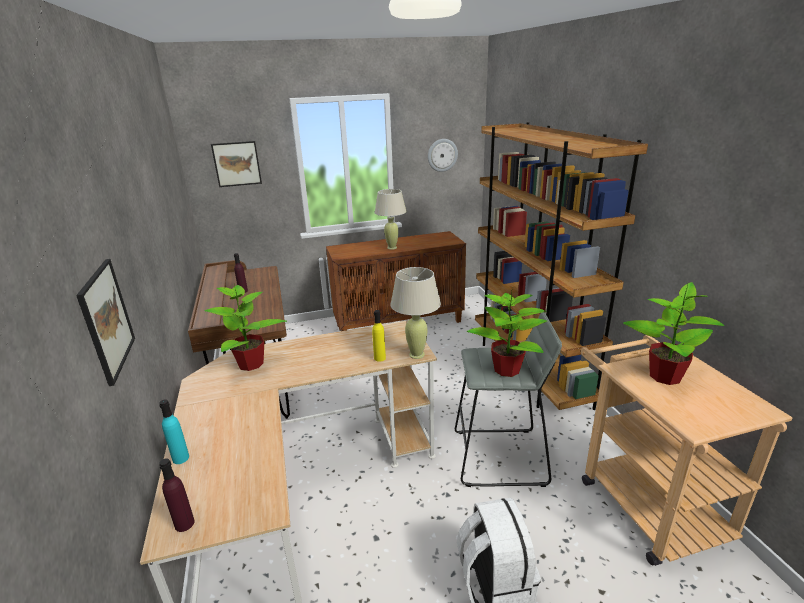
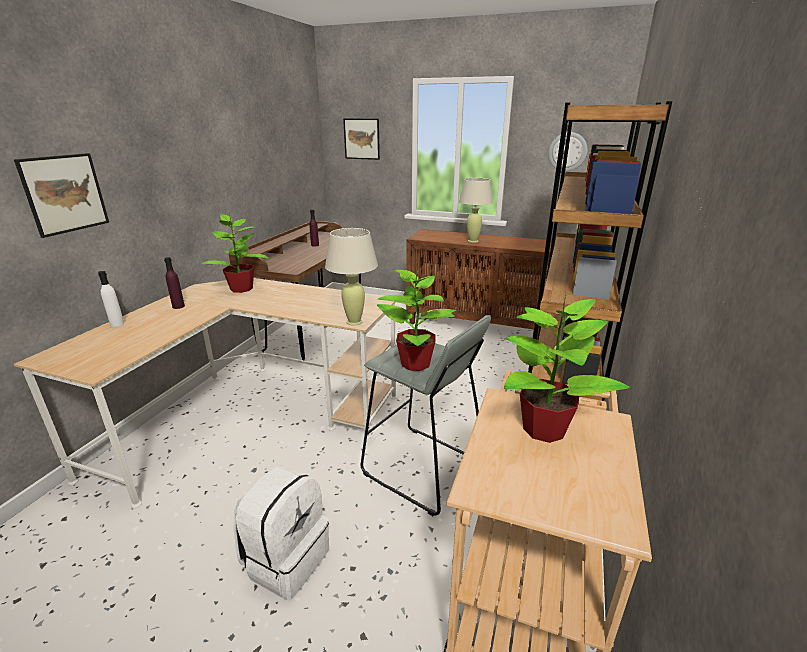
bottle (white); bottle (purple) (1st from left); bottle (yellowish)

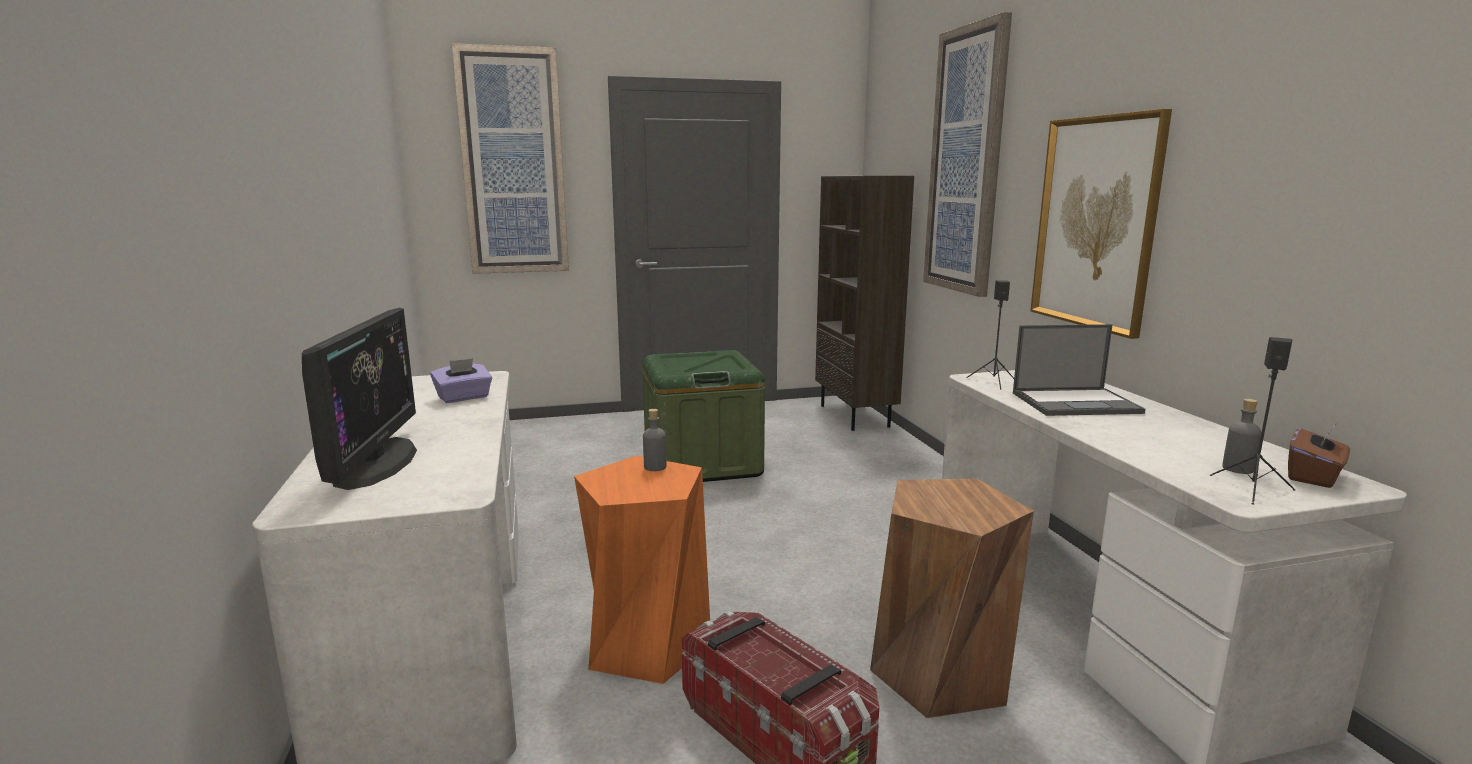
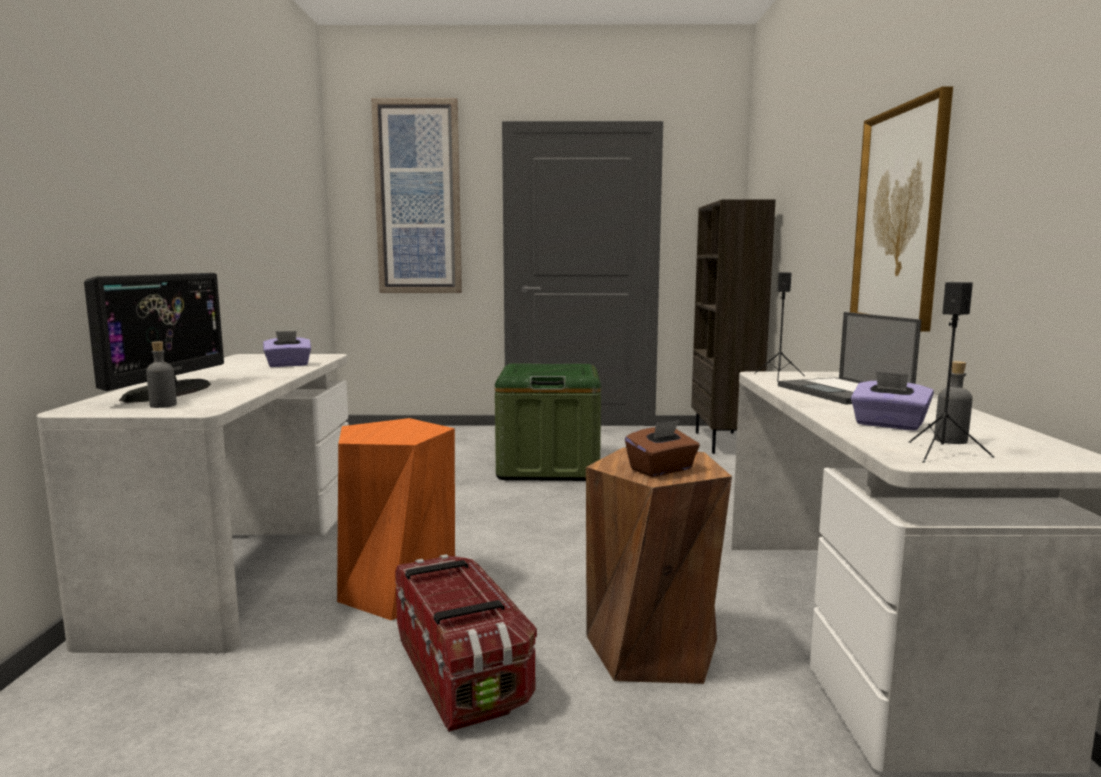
bottle (greyish) (1st from left); box of tissues (brownish); laptop; box of tissues (purple) (2nd from left); picture (2nd from left in the first image)

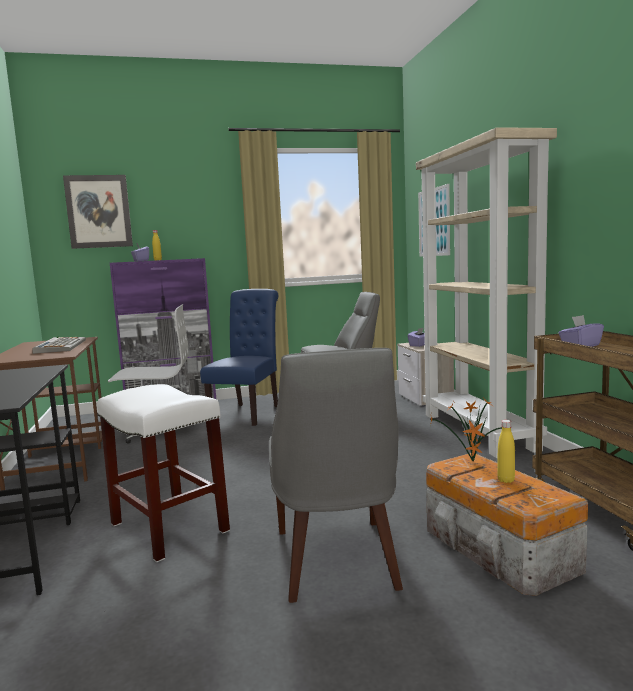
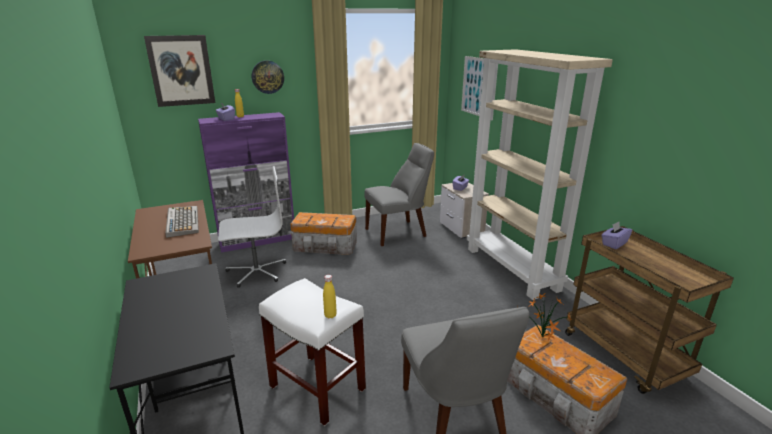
hanging clock; storage box (1st from left); bottle (yellowish) (2nd from left)

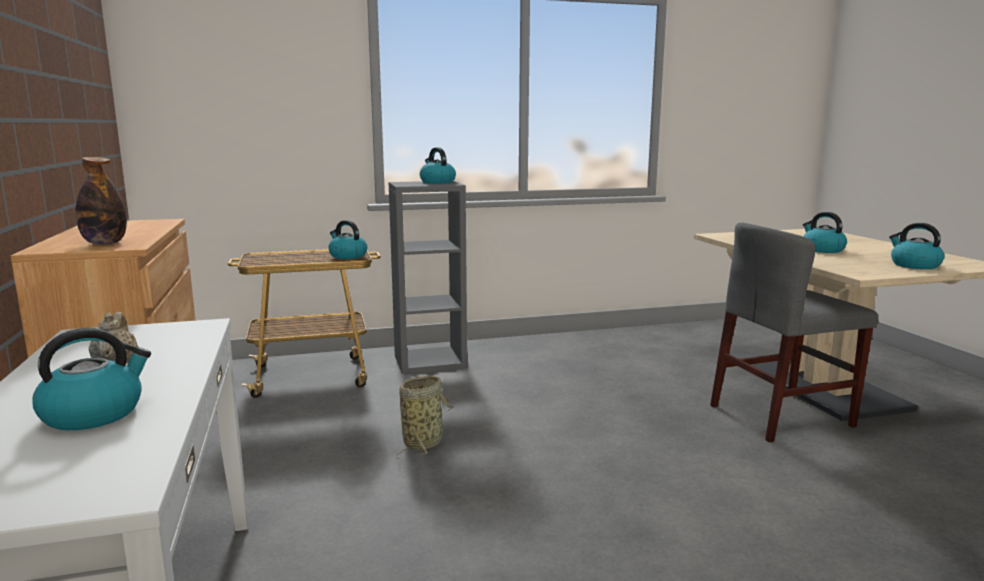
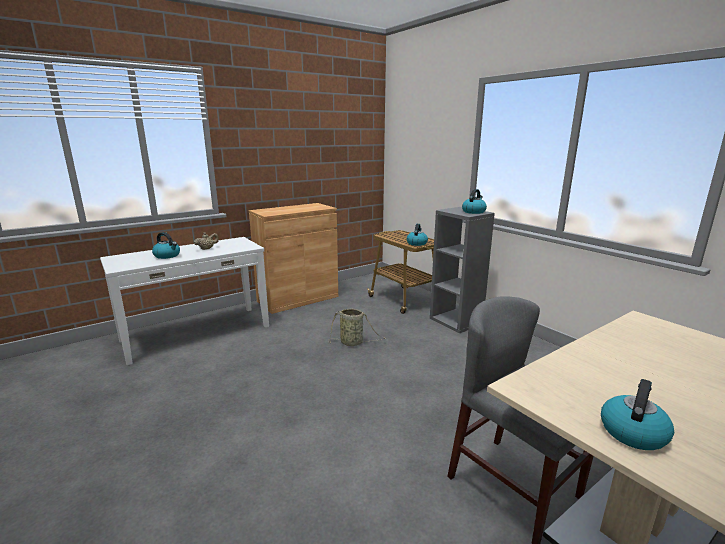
bottle; water kettle (4th from left in the first image)

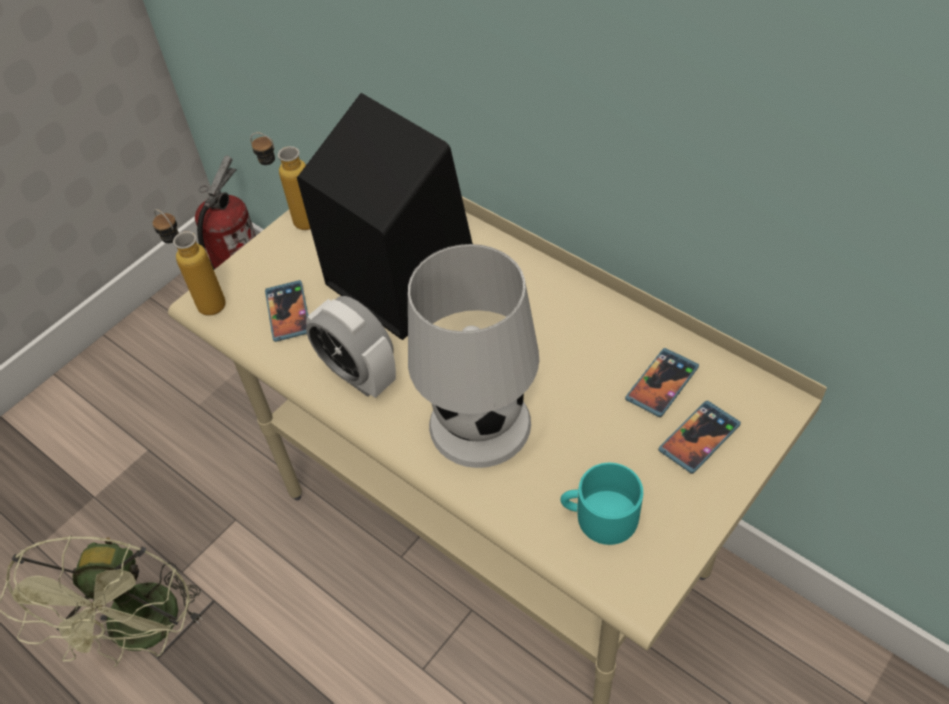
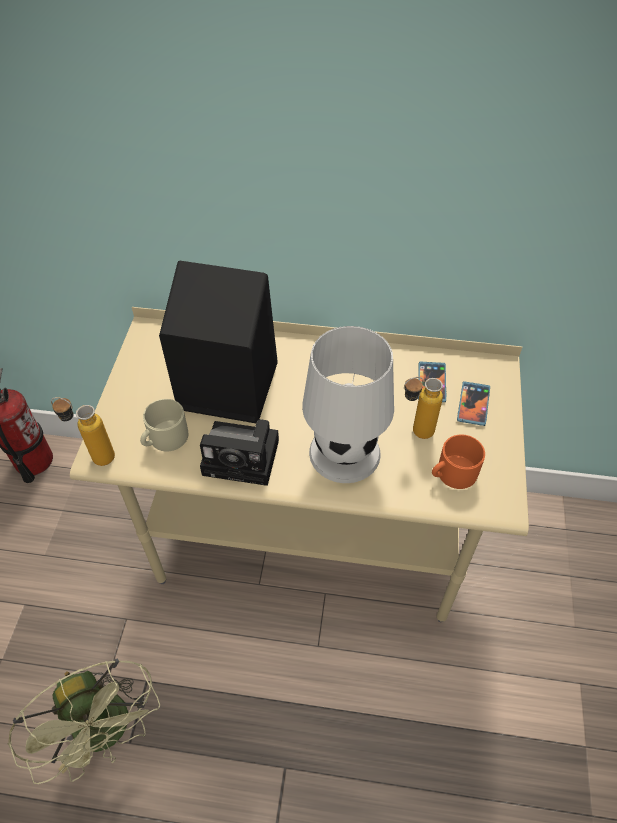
coffee mug (sand-coloured); photo camera; bottle (2nd from left); coffee mug (orange-coloured)

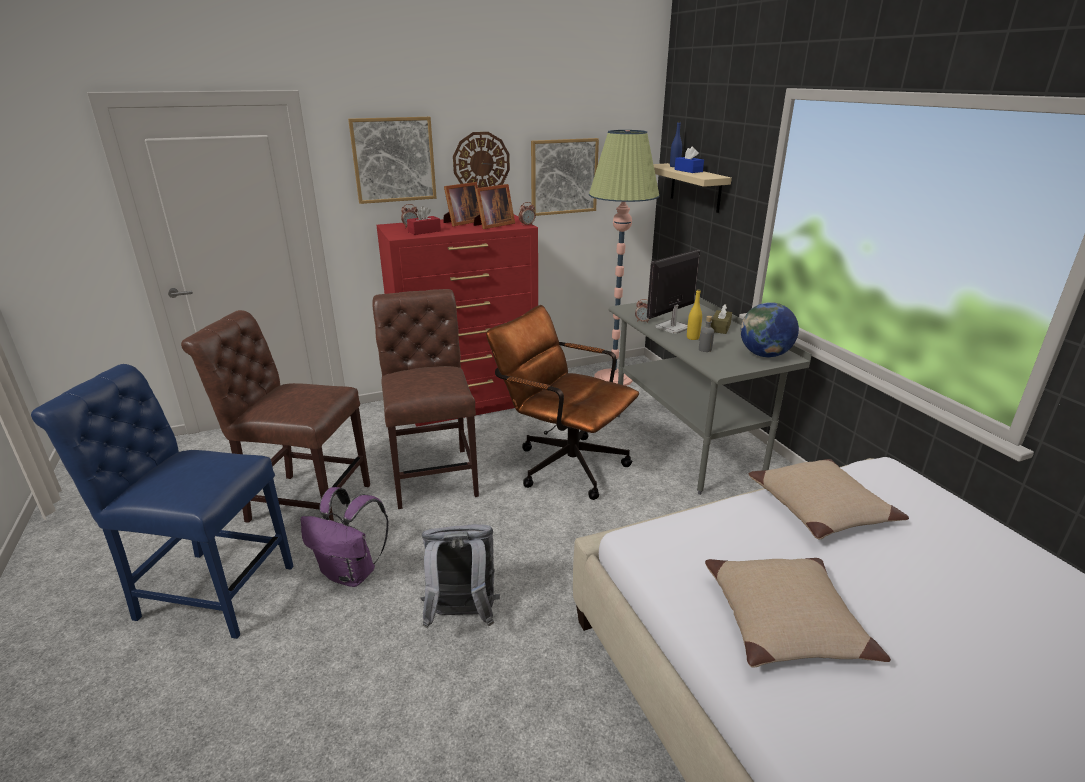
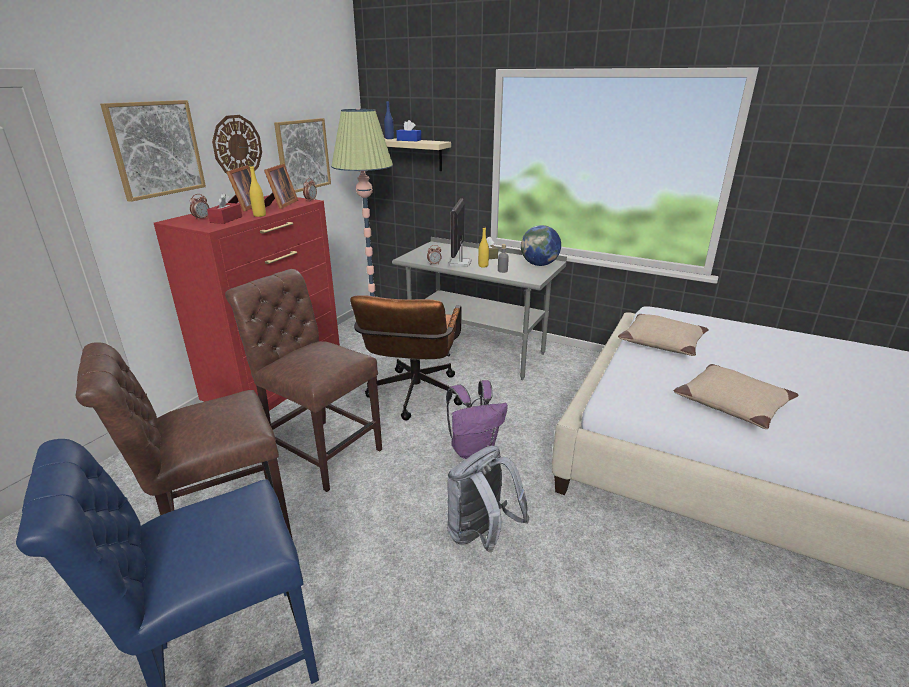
bottle (yellowish) (1st from left); desk chair (brownish); rucksack (purple)

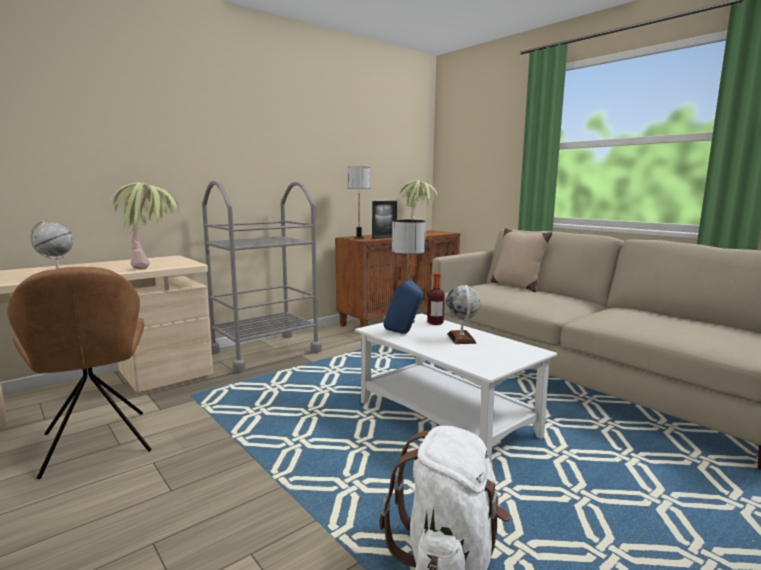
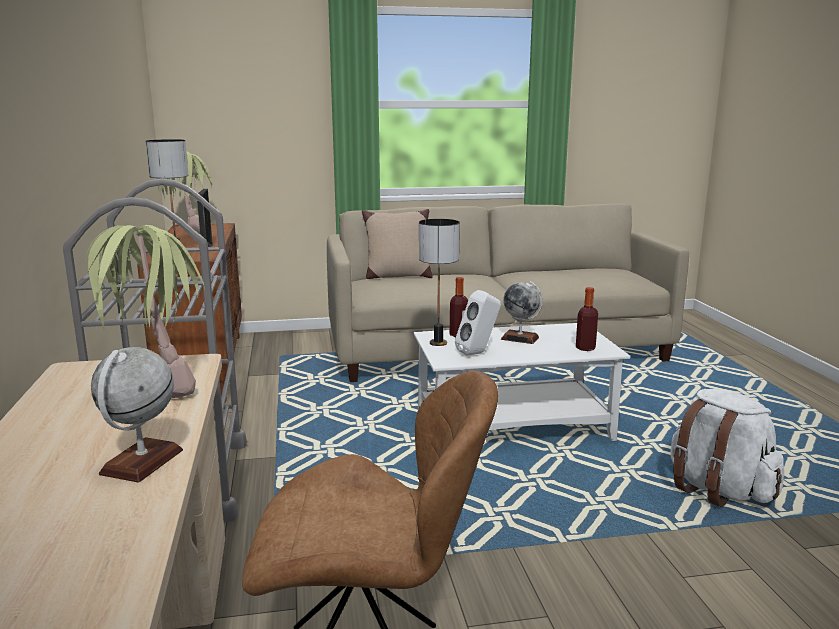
speaker (white); bottle (2nd from left)

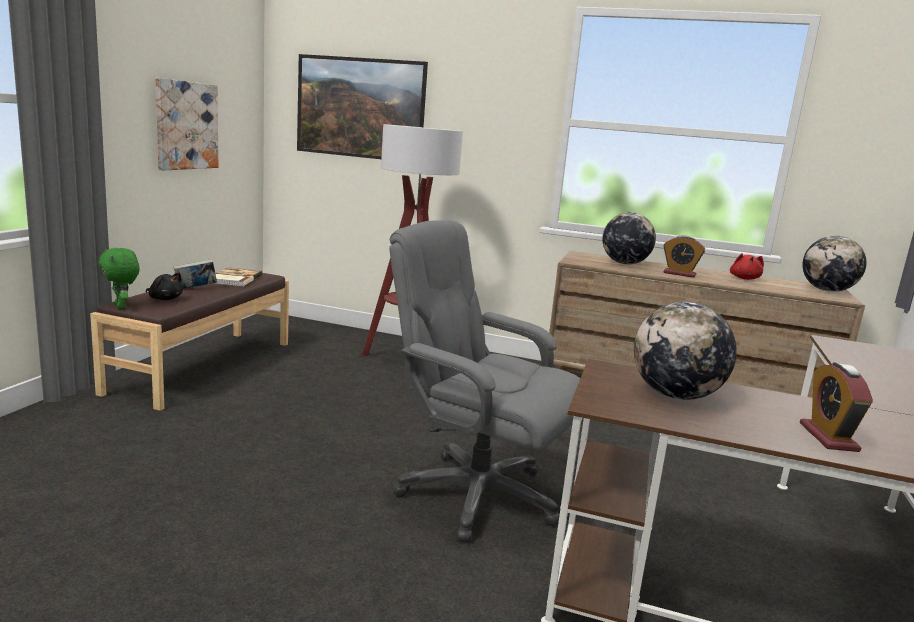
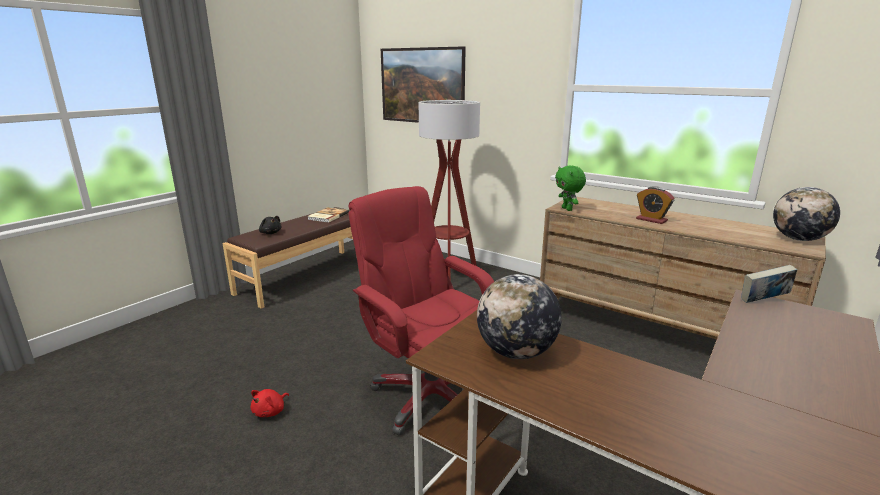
soft toy (red-coloured); desk chair (red-coloured); soft toy (green); volume (2nd from left); picture (1st from left in the first image); desk globe (1st from left in the first image); alarm clock (2nd from left in the first image)

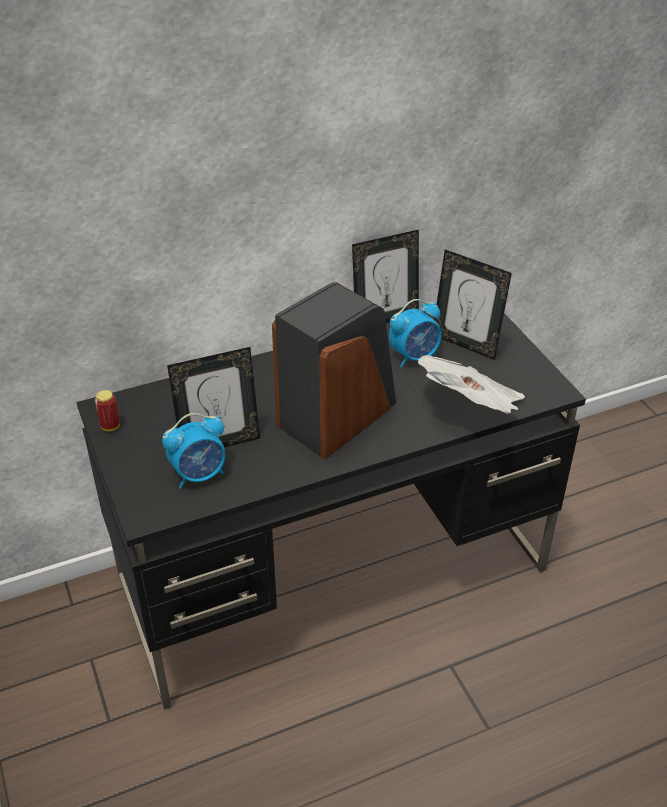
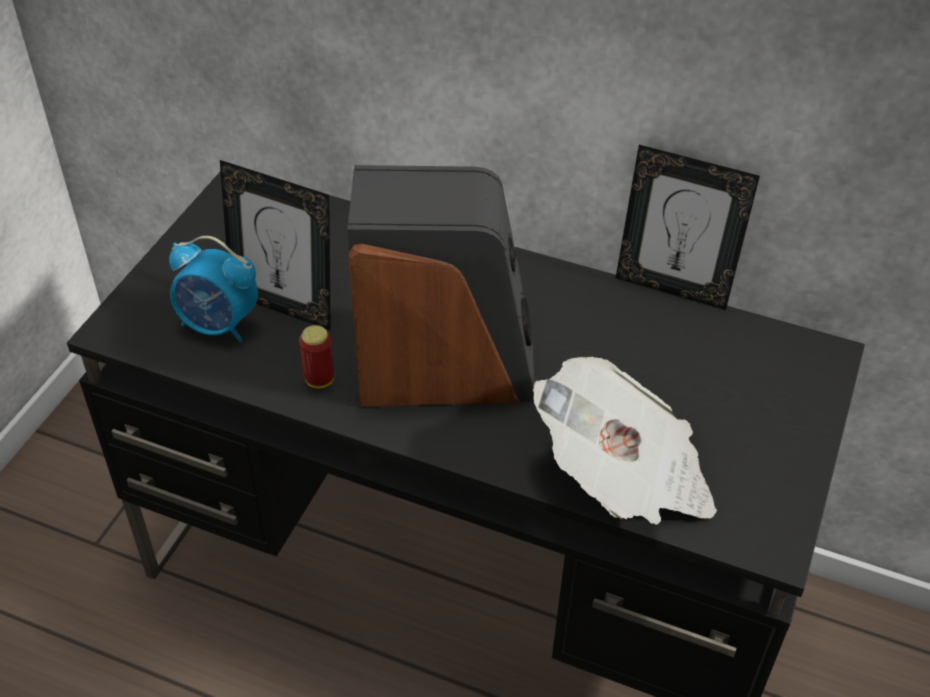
metal can; alarm clock (2nd from left in the first image); picture frame (3rd from left in the first image)

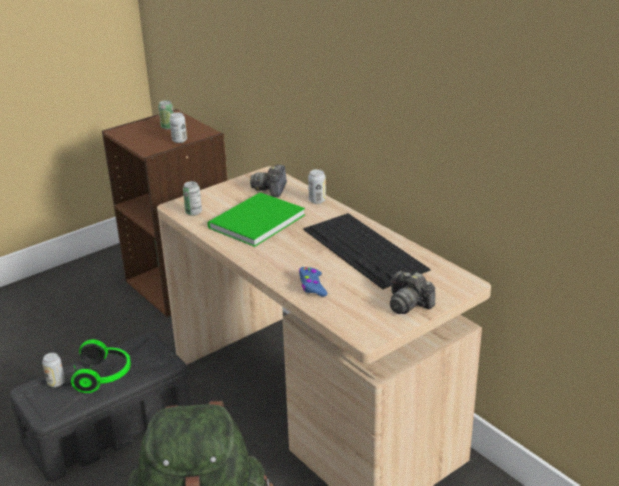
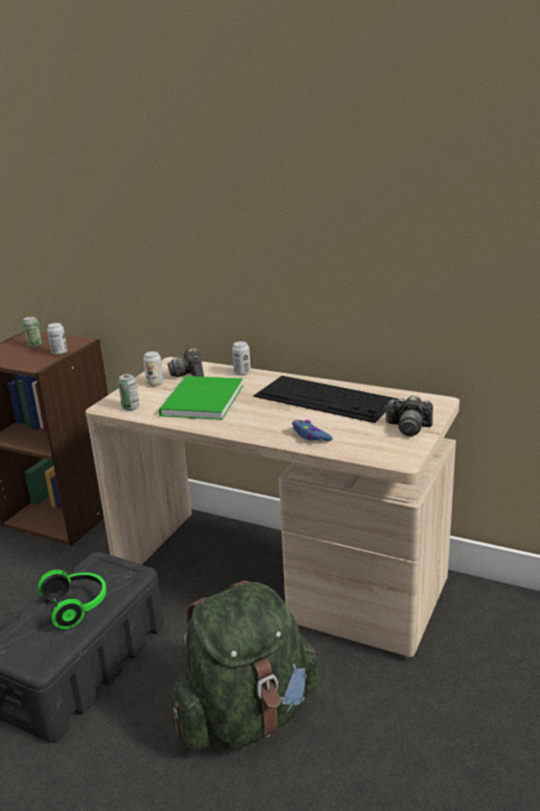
metal can (4th from left)

